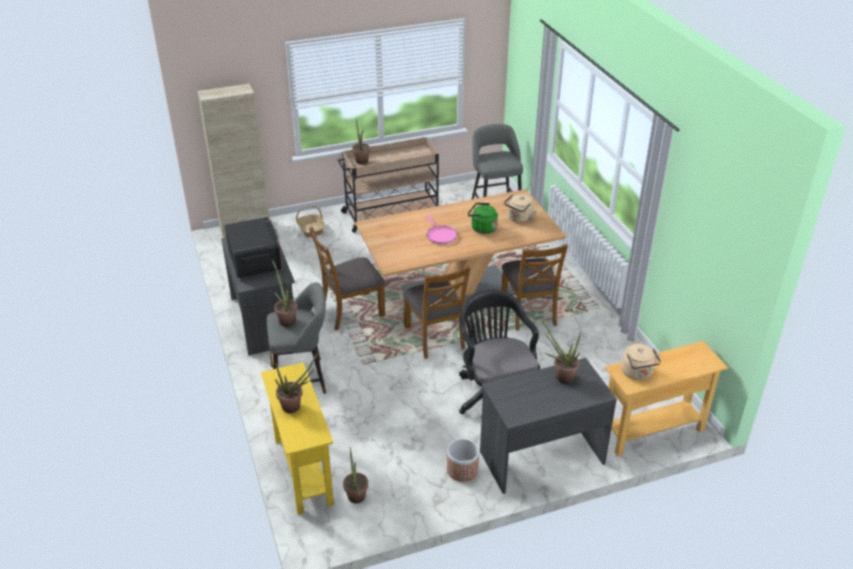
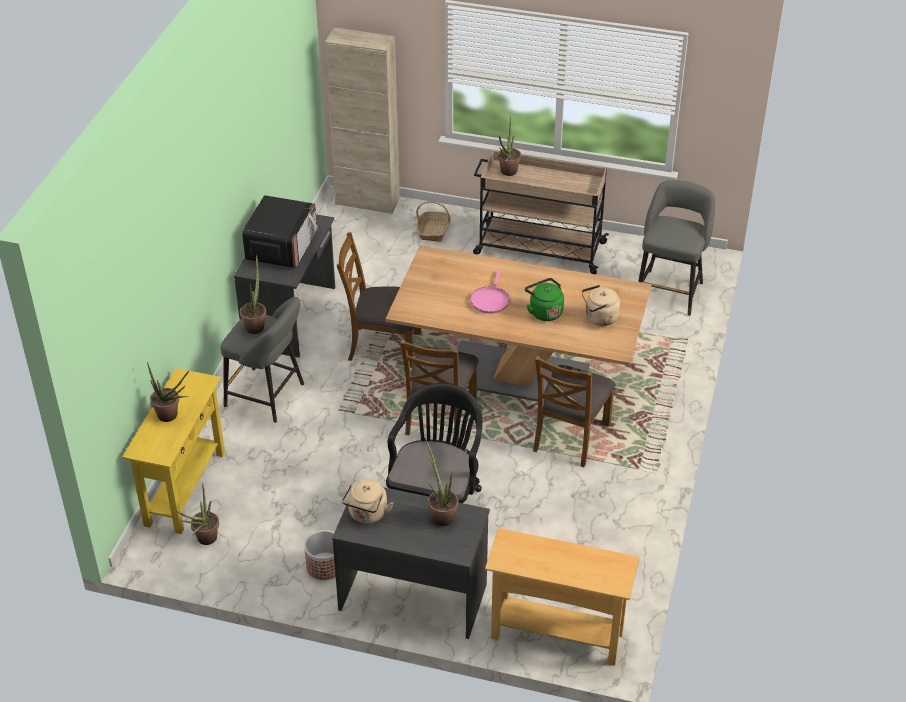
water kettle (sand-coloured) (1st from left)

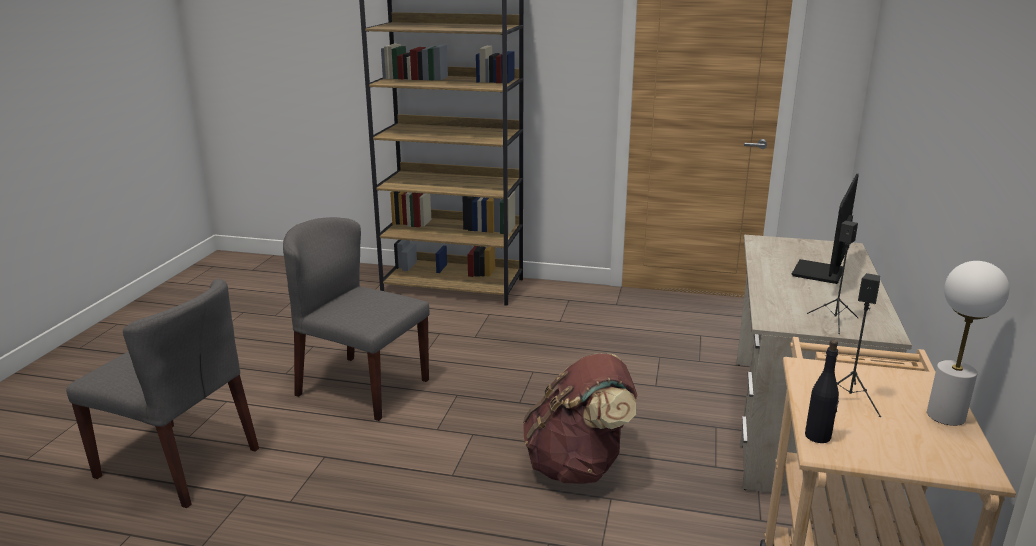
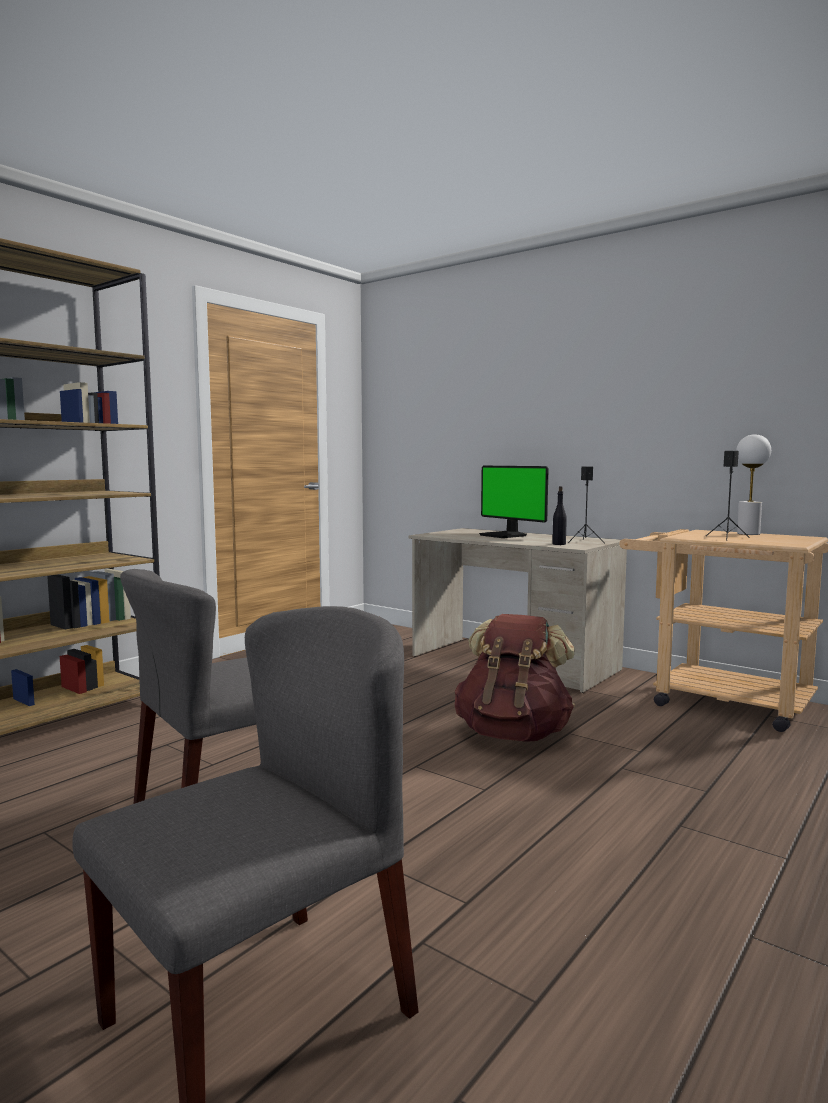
bottle (black-coloured)

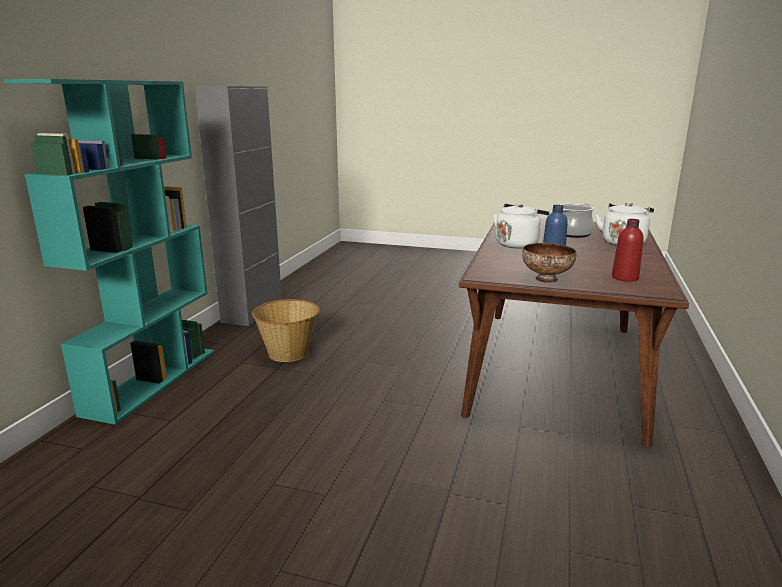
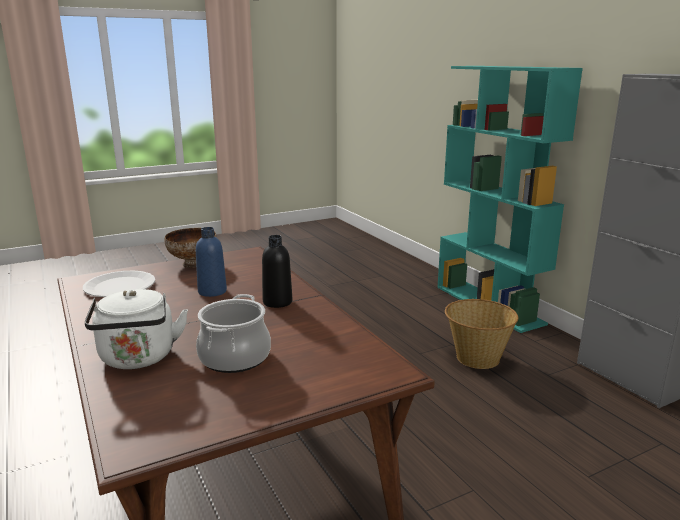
dinner plate (white); bottle (black-coloured)

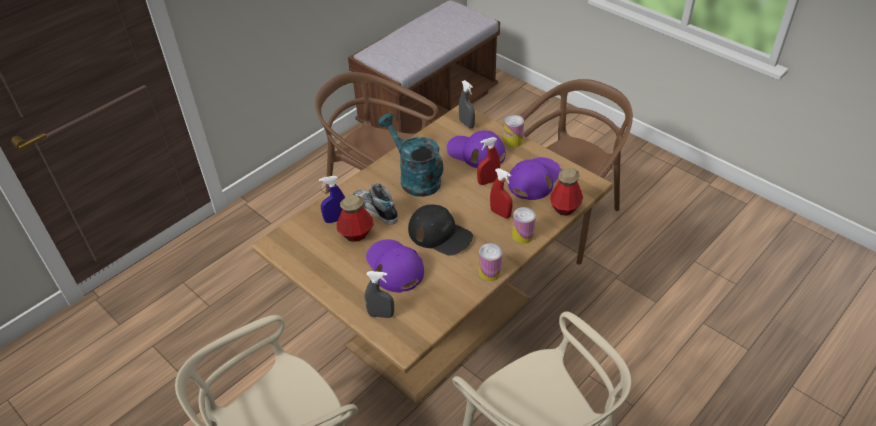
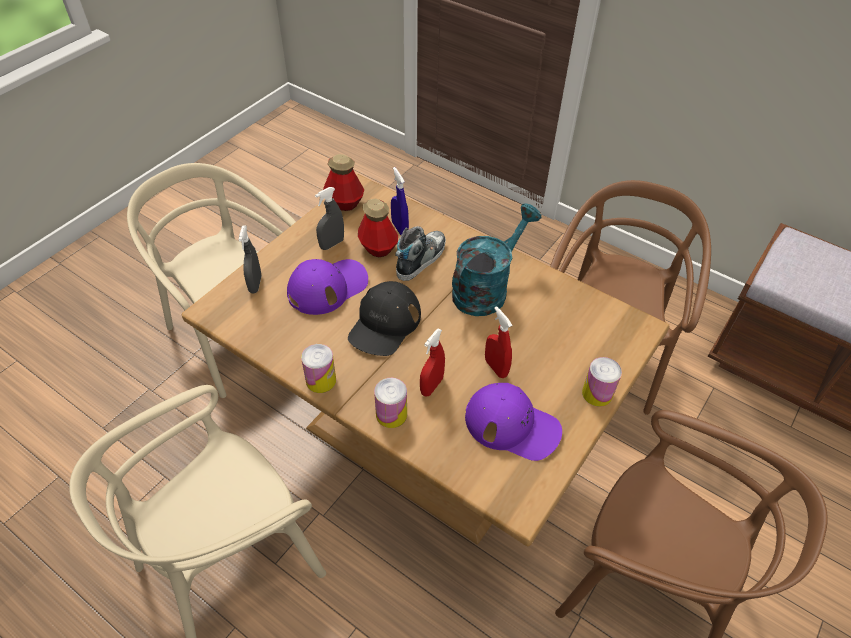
hand sprayer (greyish) (2nd from left); bottle (1st from left); cap (purple) (2nd from left in the first image)

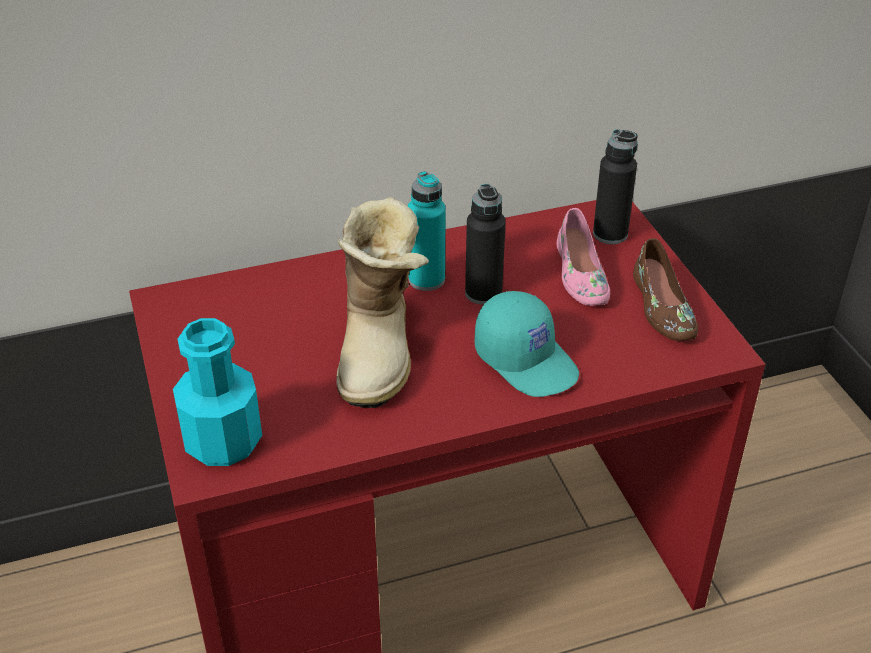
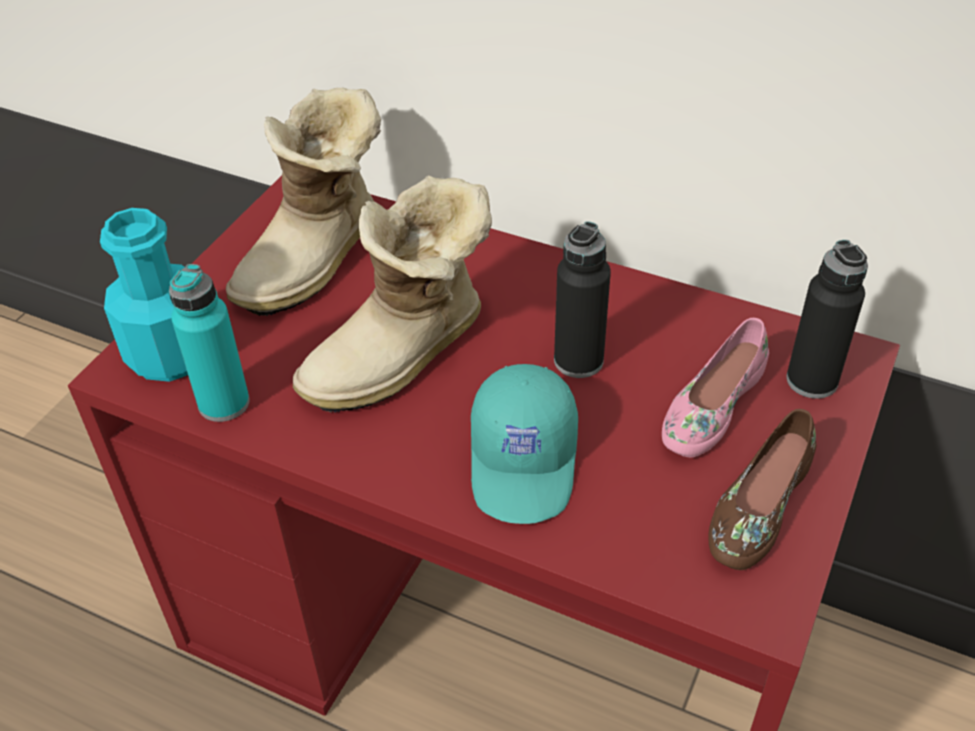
bottle (turquoise-coloured) (2nd from left); high-top boot (1st from left)

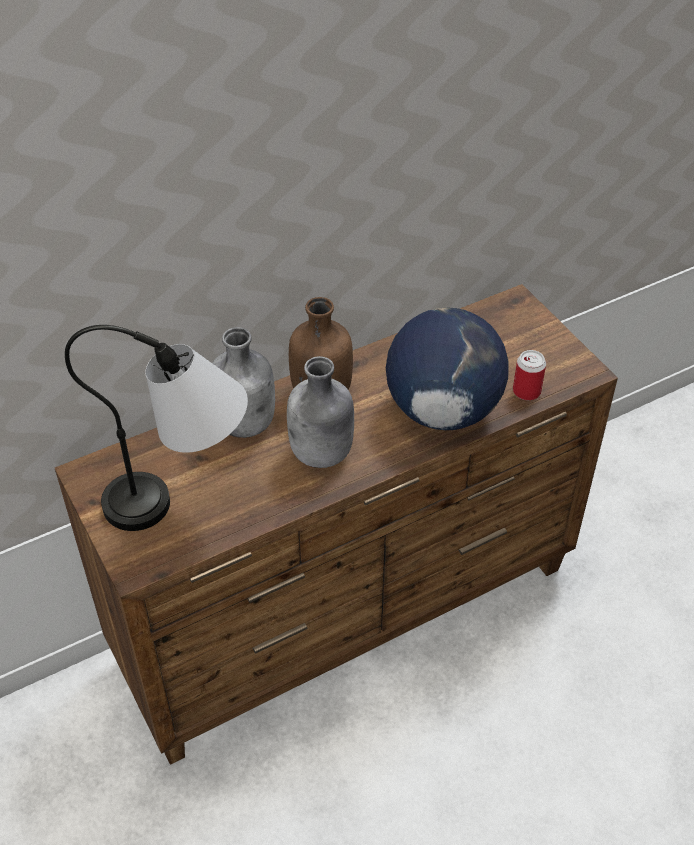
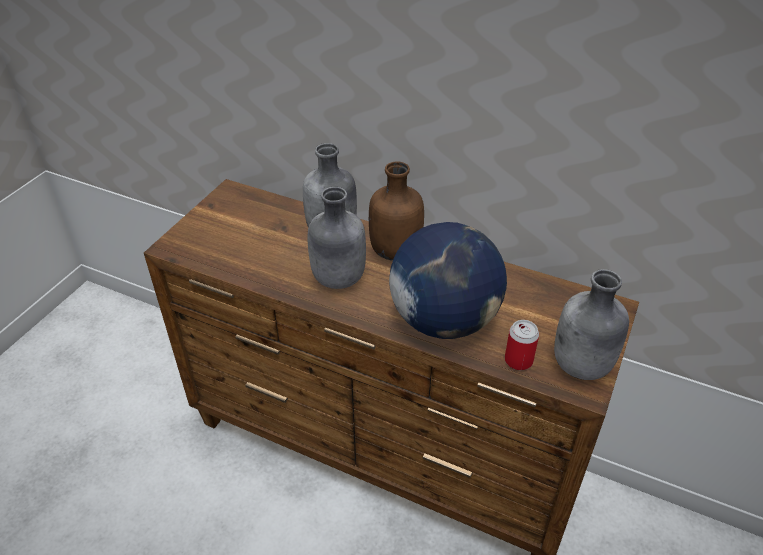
bottle (greyish) (3rd from left); table lamp

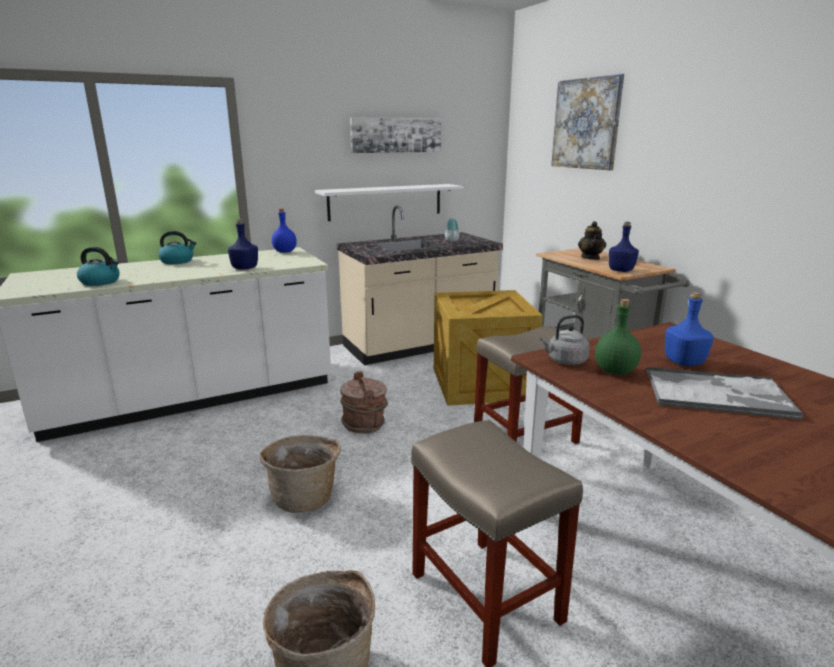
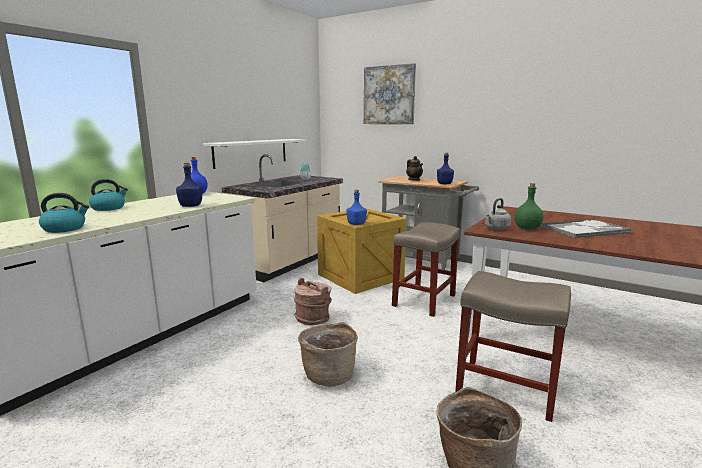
bottle (blue-coloured) (3rd from left); picture (1st from left in the first image)

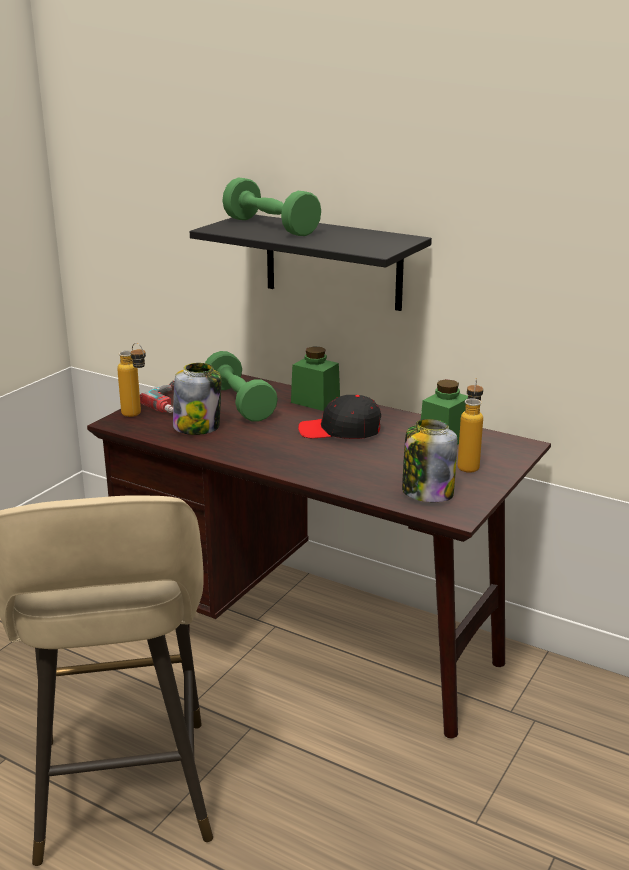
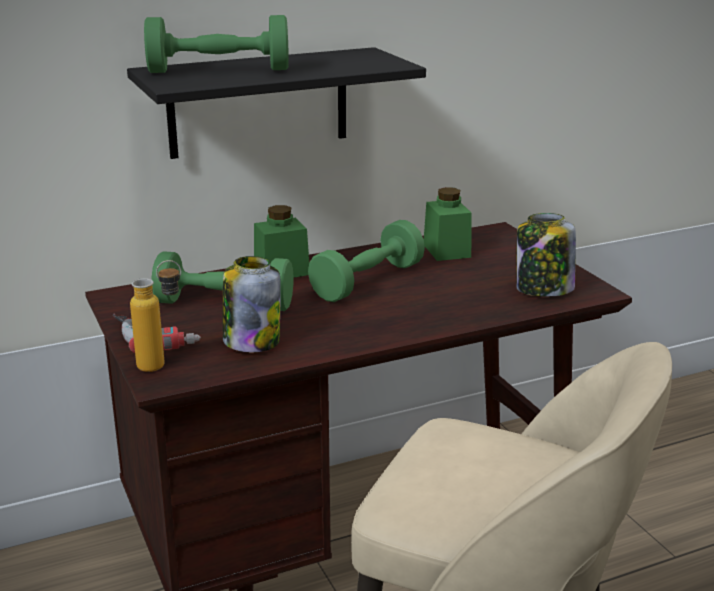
hand weight (green) (3rd from left); bottle (2nd from left in the first image)

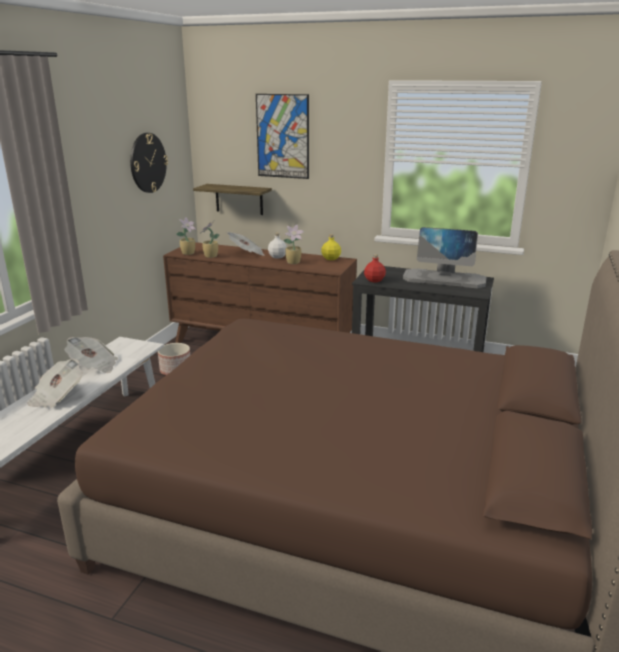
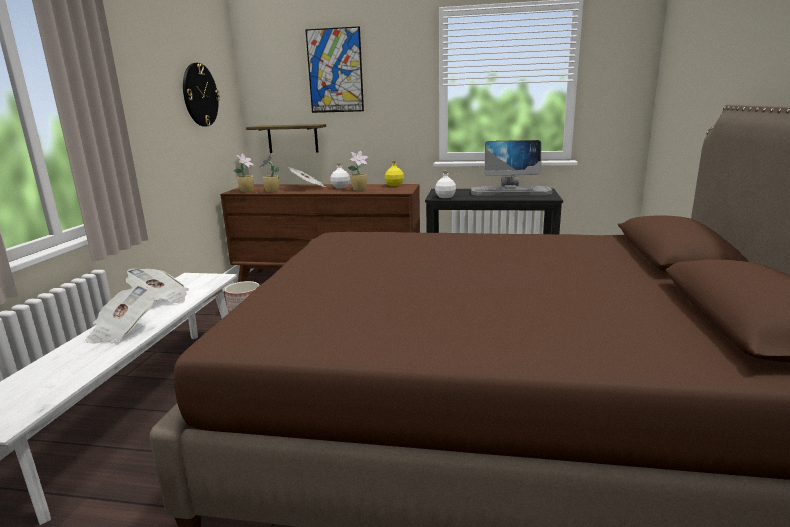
bottle (white) (2nd from left)

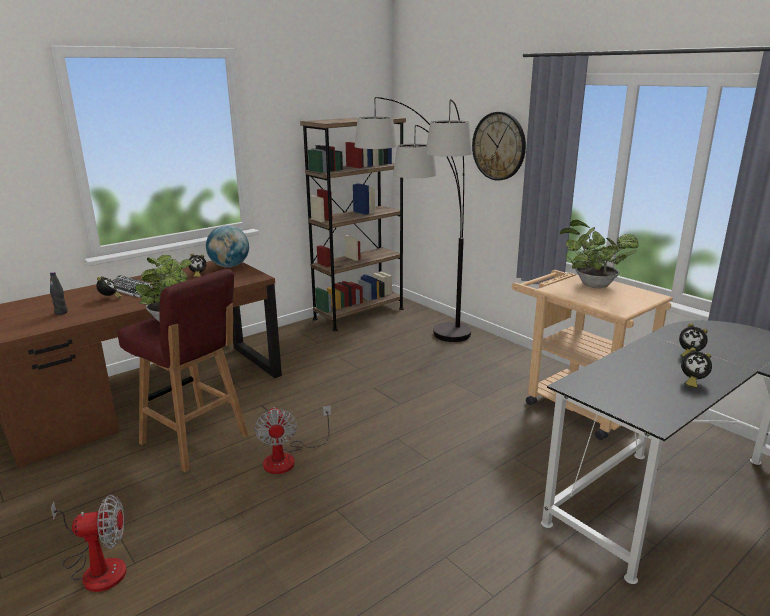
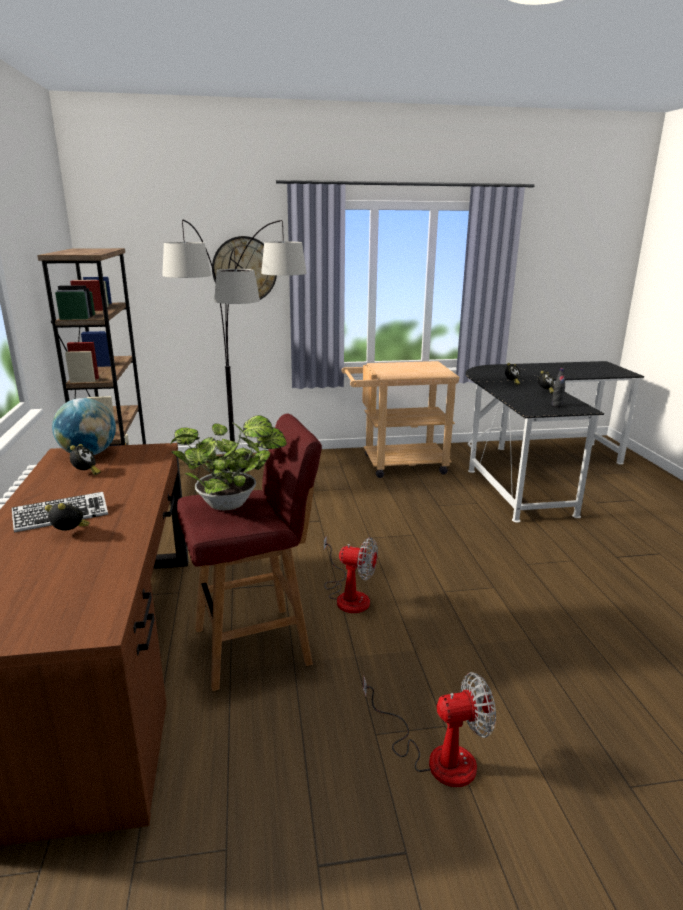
fan (2nd from left); bottle (black-coloured); houseplant (2nd from left in the first image)

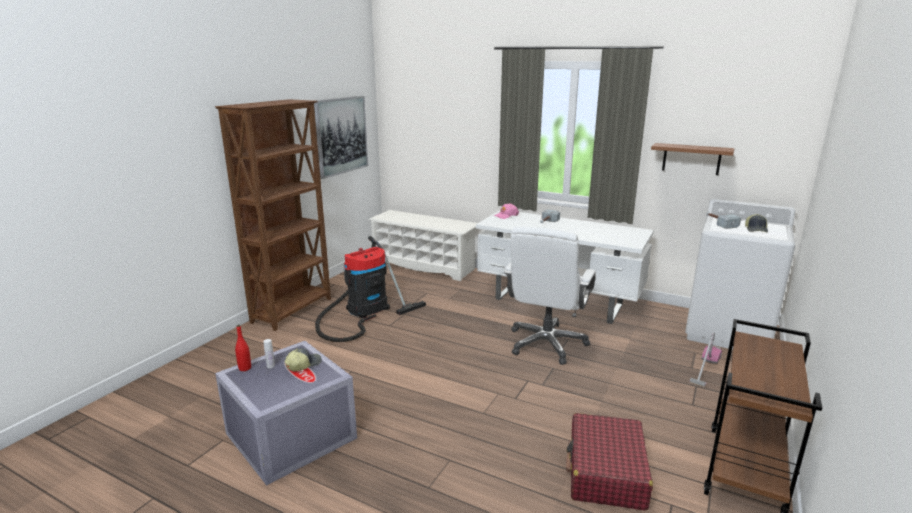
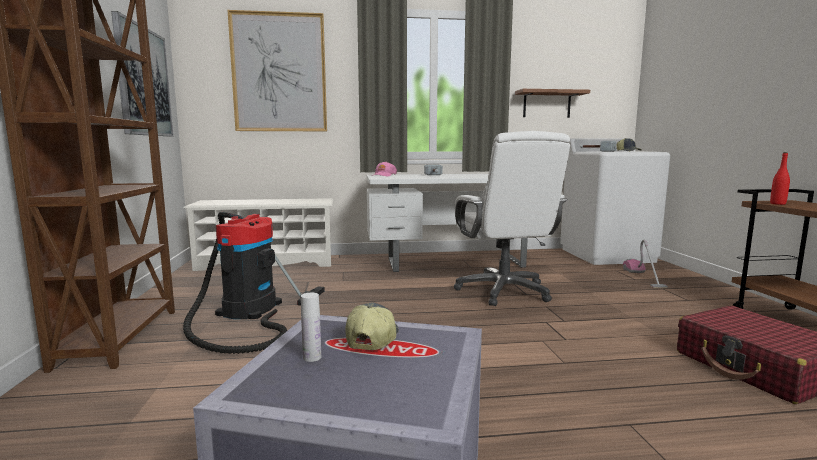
picture (2nd from left); bottle (red-coloured)

